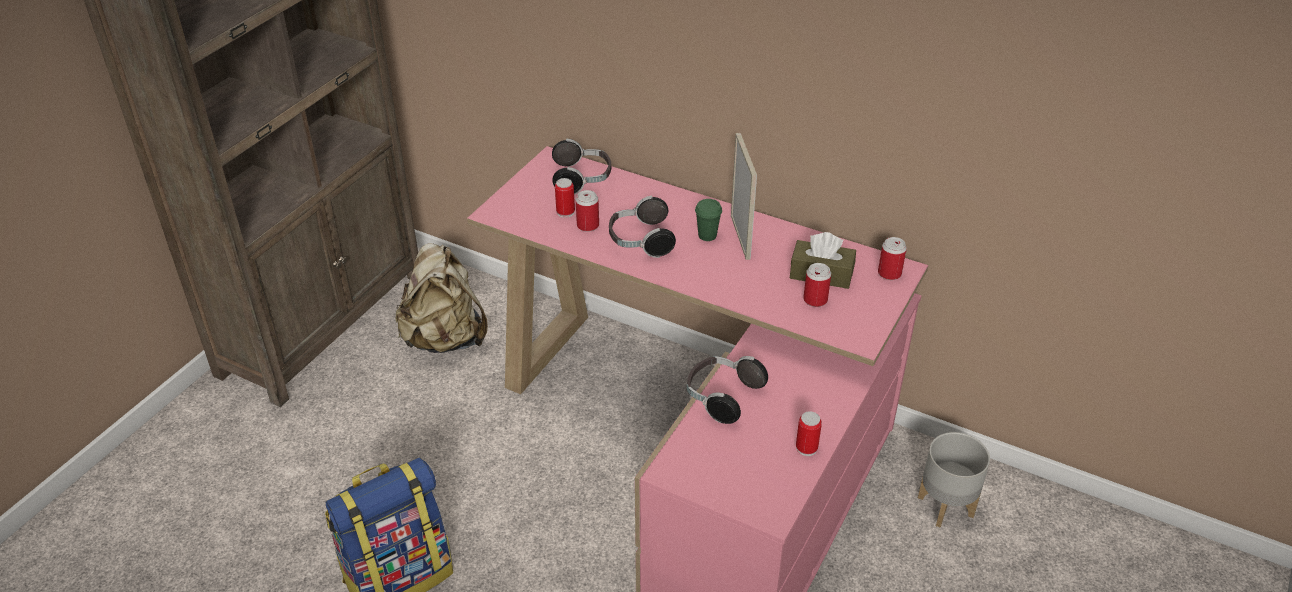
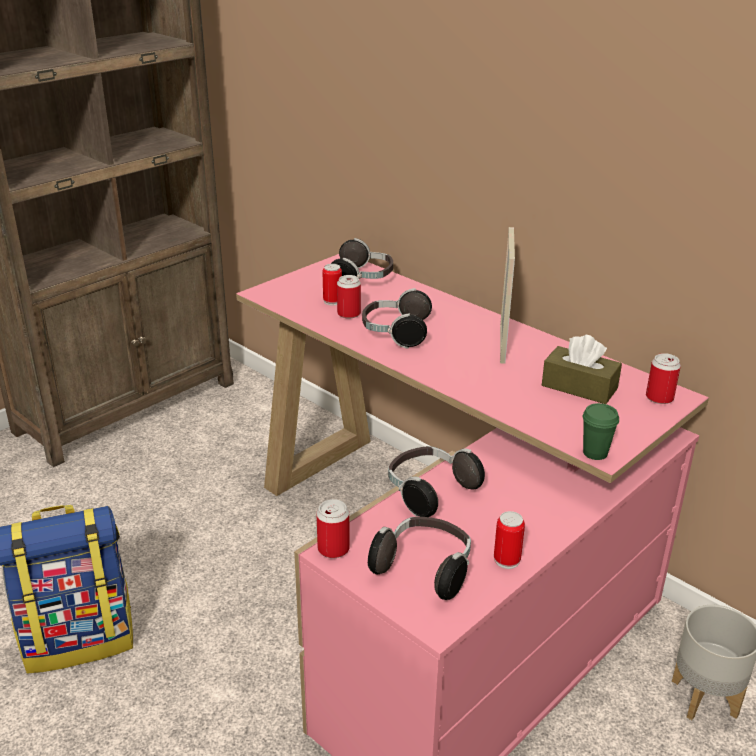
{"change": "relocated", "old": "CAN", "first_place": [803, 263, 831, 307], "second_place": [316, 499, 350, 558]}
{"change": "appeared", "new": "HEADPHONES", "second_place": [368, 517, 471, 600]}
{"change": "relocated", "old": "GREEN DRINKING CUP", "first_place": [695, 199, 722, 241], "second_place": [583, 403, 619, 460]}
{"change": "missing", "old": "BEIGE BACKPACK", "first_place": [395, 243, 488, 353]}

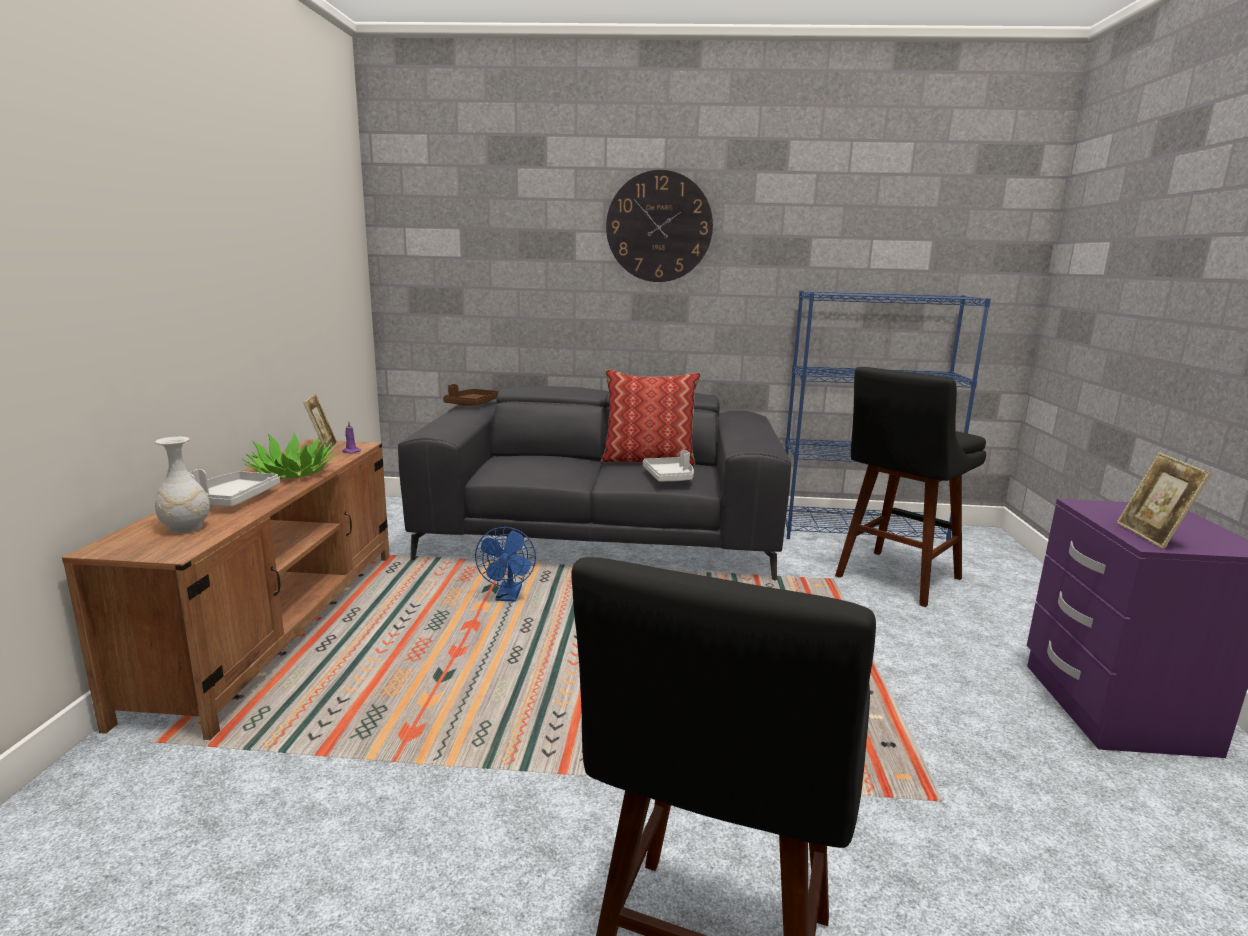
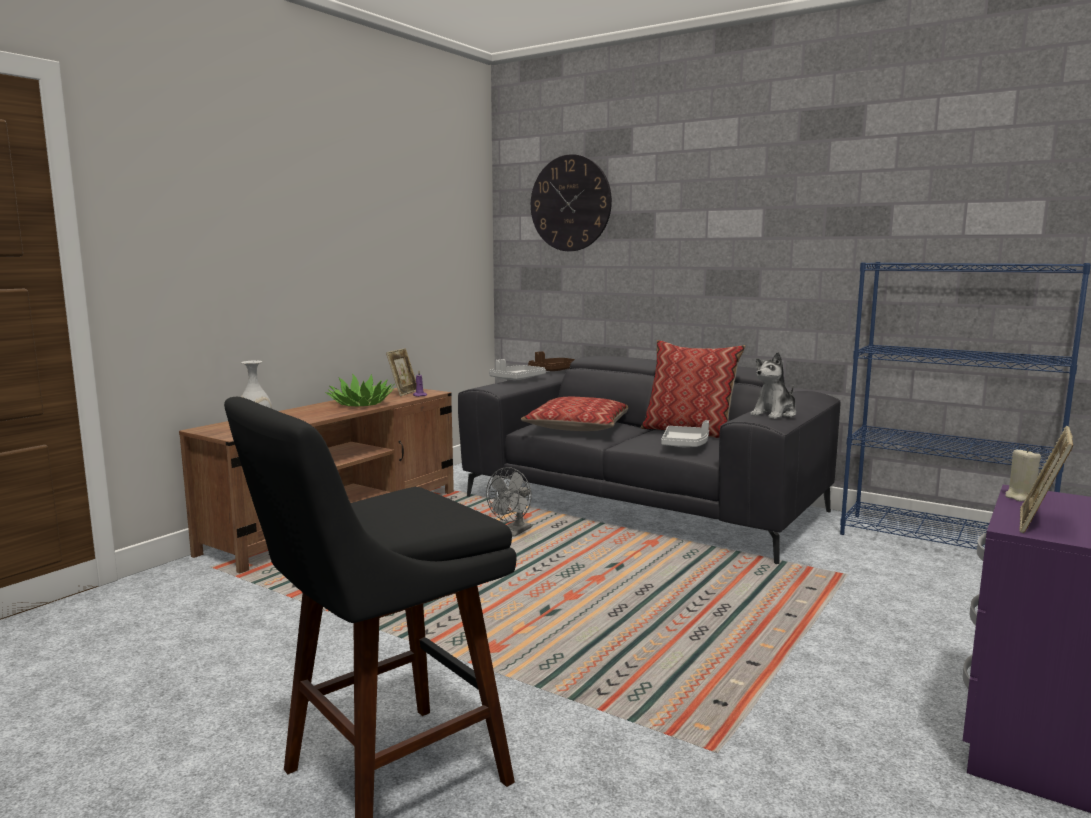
{"change": "colour", "old": "BLUE-COLOURED ELECTRIC FAN", "new": "GRAY ELECTRIC FAN", "first_place": [475, 527, 536, 602], "second_place": [486, 467, 531, 537]}
{"change": "relocated", "old": "GRAY SERVING TRAY", "first_place": [188, 469, 280, 507], "second_place": [489, 359, 546, 380]}
{"change": "appeared", "new": "CUSHION", "second_place": [521, 397, 628, 431]}
{"change": "relocated", "old": "HANGING CLOCK", "first_place": [606, 170, 713, 282], "second_place": [531, 154, 612, 251]}
{"change": "appeared", "new": "CUDDLY TOY", "second_place": [750, 352, 796, 419]}
{"change": "appeared", "new": "BEIGE CANDLE", "second_place": [1005, 448, 1041, 502]}
{"change": "missing", "old": "BLACK-COLOURED STOOL SEAT", "first_place": [835, 367, 986, 607]}

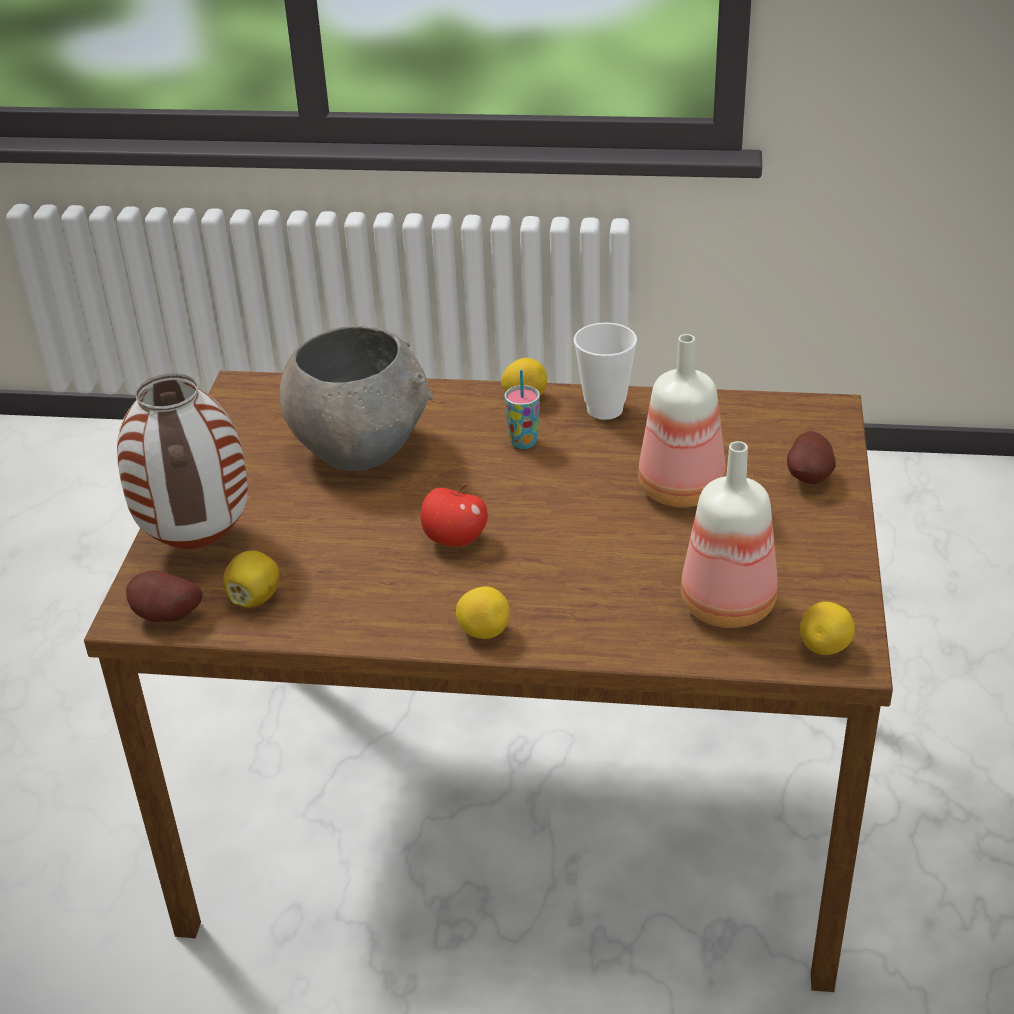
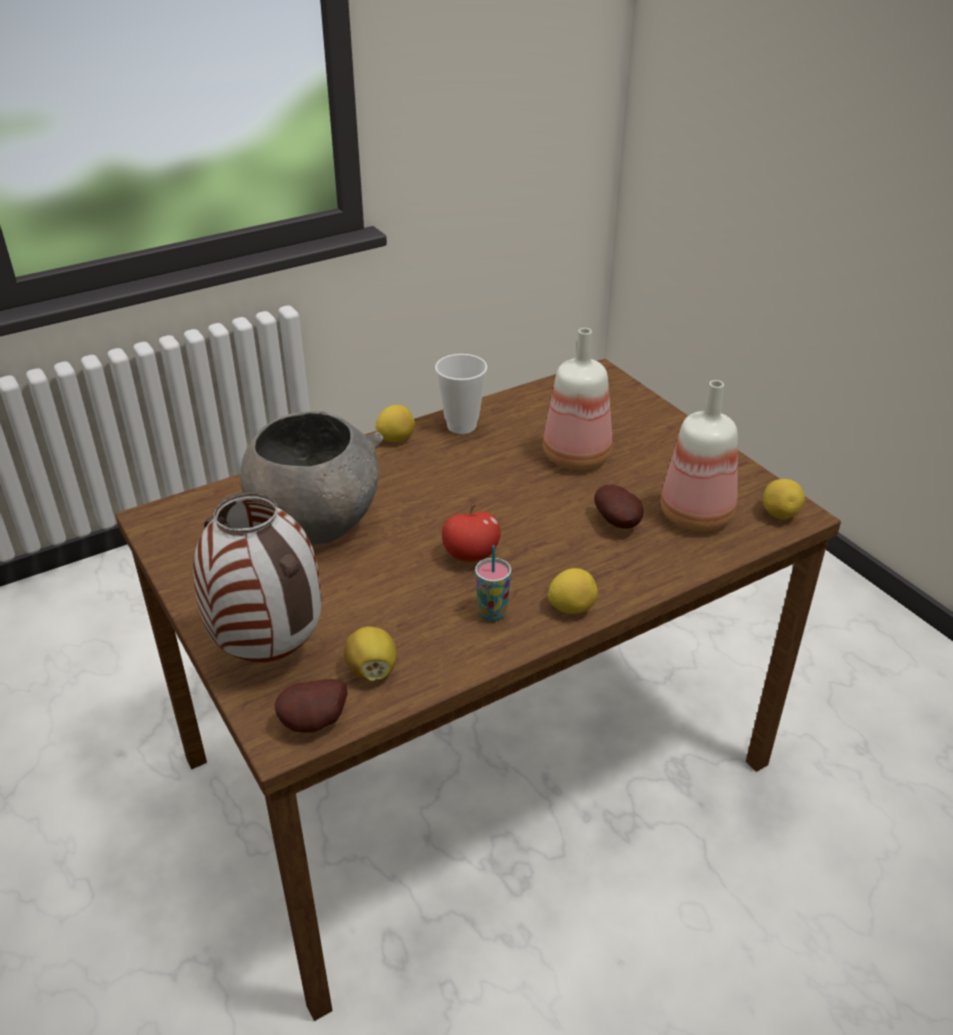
{"change": "relocated", "old": "DRINKING CUP", "first_place": [504, 370, 540, 449], "second_place": [475, 546, 511, 621]}
{"change": "relocated", "old": "POTATO", "first_place": [787, 431, 836, 484], "second_place": [594, 485, 643, 529]}

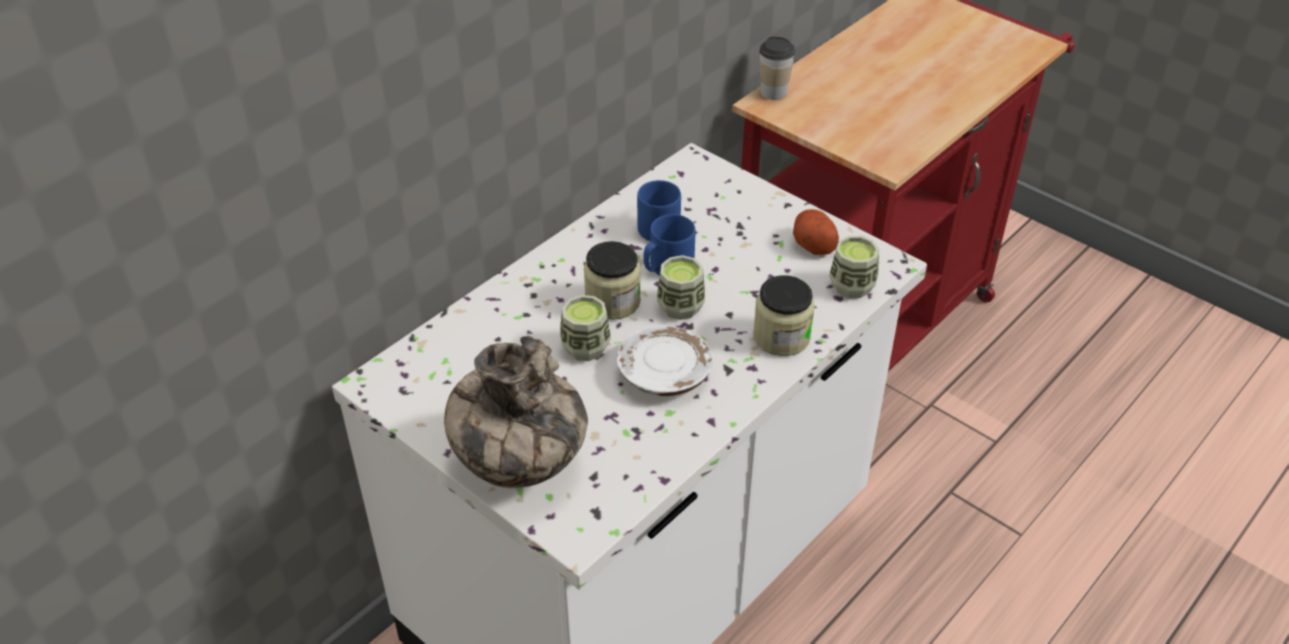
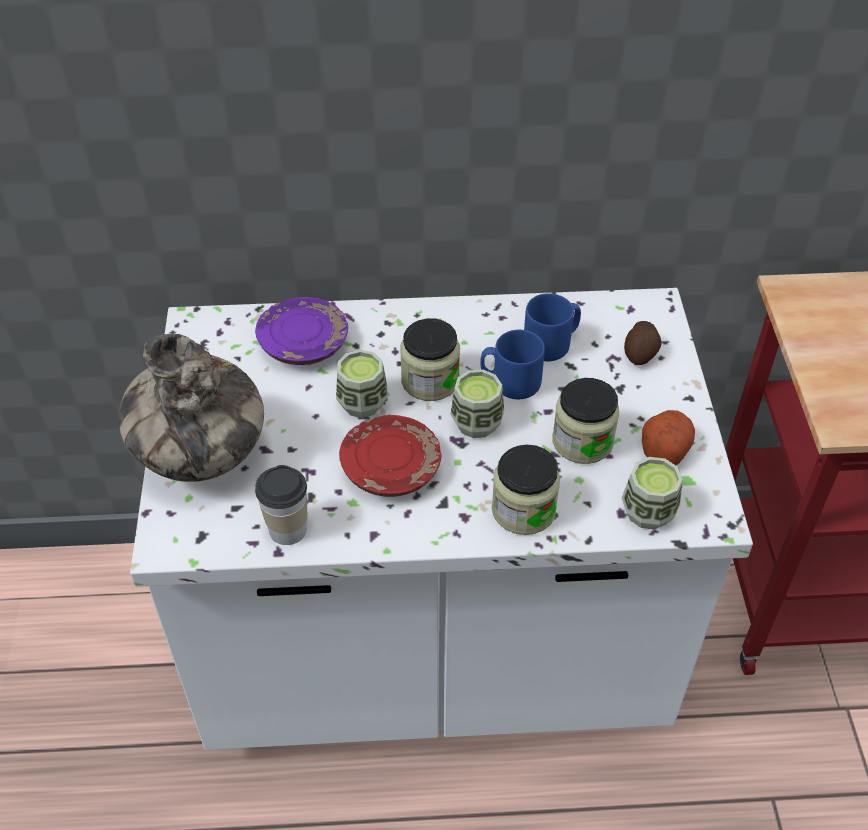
{"change": "appeared", "new": "PURPLE PLATE", "second_place": [255, 297, 348, 365]}
{"change": "relocated", "old": "DRINKING CUP", "first_place": [759, 36, 795, 100], "second_place": [255, 465, 307, 545]}
{"change": "colour", "old": "WHITE-COLOURED PLATE", "new": "RED PLATE", "first_place": [617, 325, 713, 396], "second_place": [339, 415, 442, 497]}
{"change": "appeared", "new": "STORAGE JAR", "second_place": [553, 378, 619, 464]}
{"change": "appeared", "new": "POTATO", "second_place": [624, 321, 662, 365]}

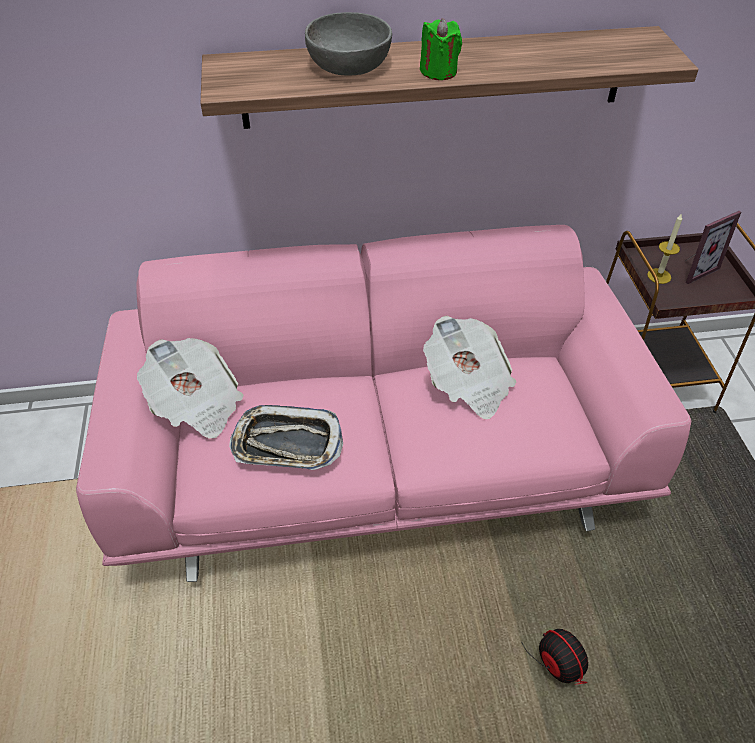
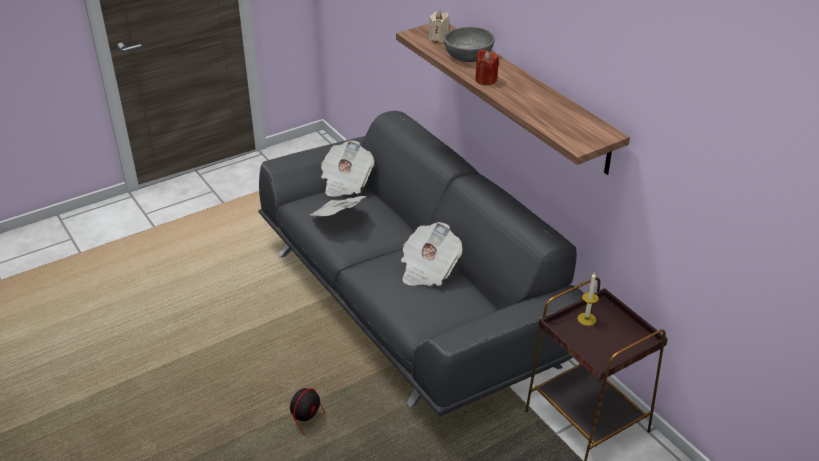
{"change": "colour", "old": "PINK COUCH", "new": "GRAY COUCH", "first_place": [76, 225, 691, 582], "second_place": [258, 111, 584, 416]}
{"change": "exchanged", "old": "SERVING TRAY", "new": "DAILY PAPER", "first_place": [229, 405, 343, 470], "second_place": [309, 196, 367, 216]}
{"change": "appeared", "new": "BEIGE CANDLE", "second_place": [429, 11, 449, 43]}
{"change": "colour", "old": "GREEN CANDLE", "new": "RED CANDLE", "first_place": [420, 18, 462, 80], "second_place": [475, 49, 499, 85]}
{"change": "missing", "old": "PICTURE FRAME", "first_place": [685, 211, 741, 284]}

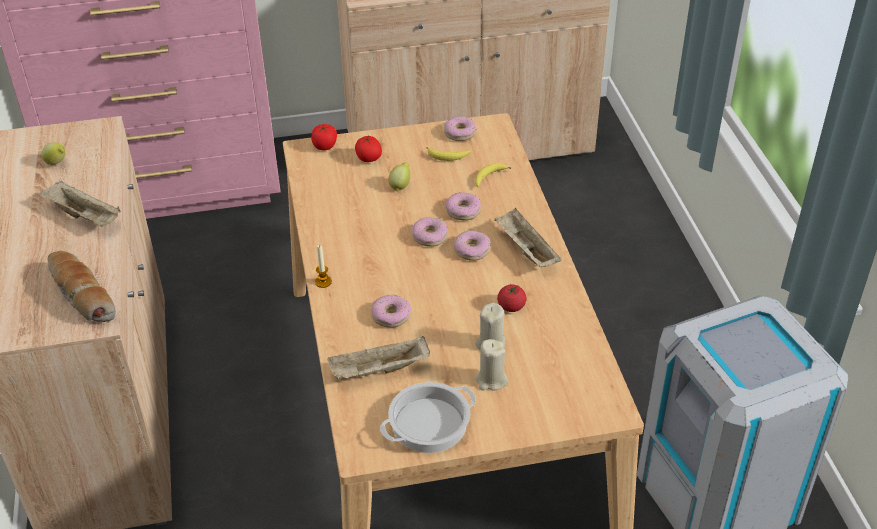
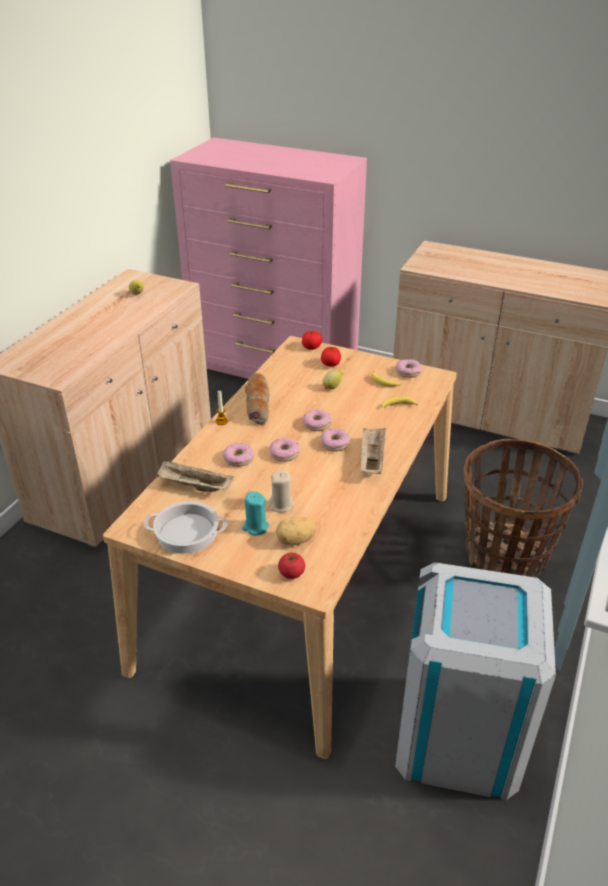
{"change": "colour", "old": "BEIGE CANDLE", "new": "TURQUOISE CANDLE", "first_place": [475, 339, 508, 391], "second_place": [242, 491, 269, 535]}
{"change": "relocated", "old": "BAKED BREAD", "first_place": [47, 251, 116, 322], "second_place": [245, 373, 269, 425]}
{"change": "relocated", "old": "DONUT", "first_place": [446, 192, 481, 221], "second_place": [269, 438, 300, 462]}
{"change": "appeared", "new": "POTATO", "second_place": [276, 517, 317, 546]}
{"change": "relocated", "old": "WHOLE TOMATO", "first_place": [497, 284, 526, 312], "second_place": [278, 553, 305, 579]}
{"change": "appeared", "new": "BASKET", "second_place": [463, 439, 583, 577]}
{"change": "missing", "old": "BEIGE SERVING TRAY", "first_place": [41, 181, 121, 227]}

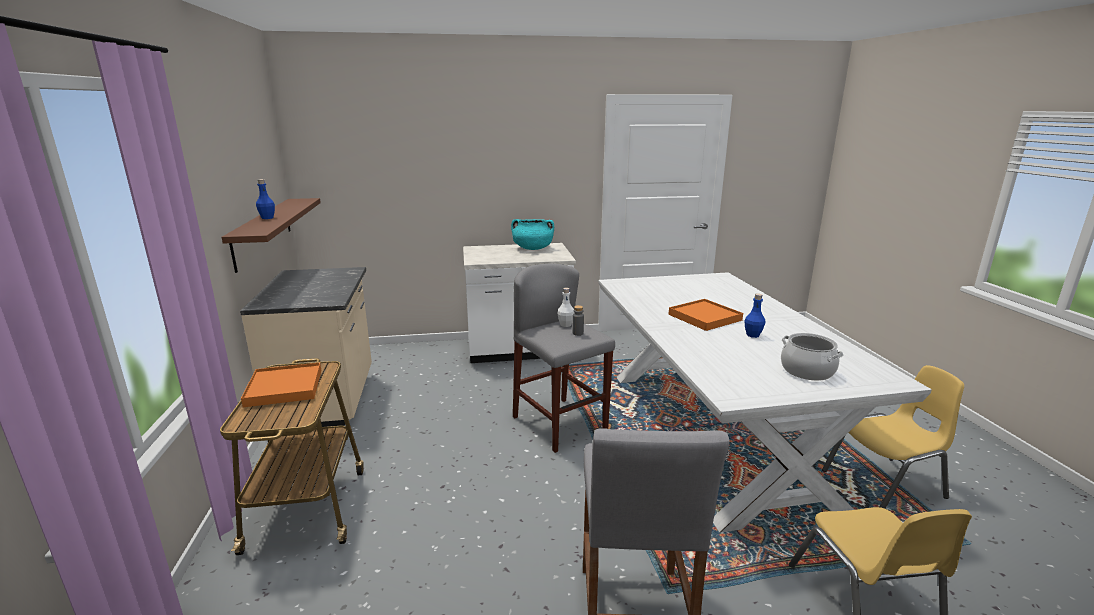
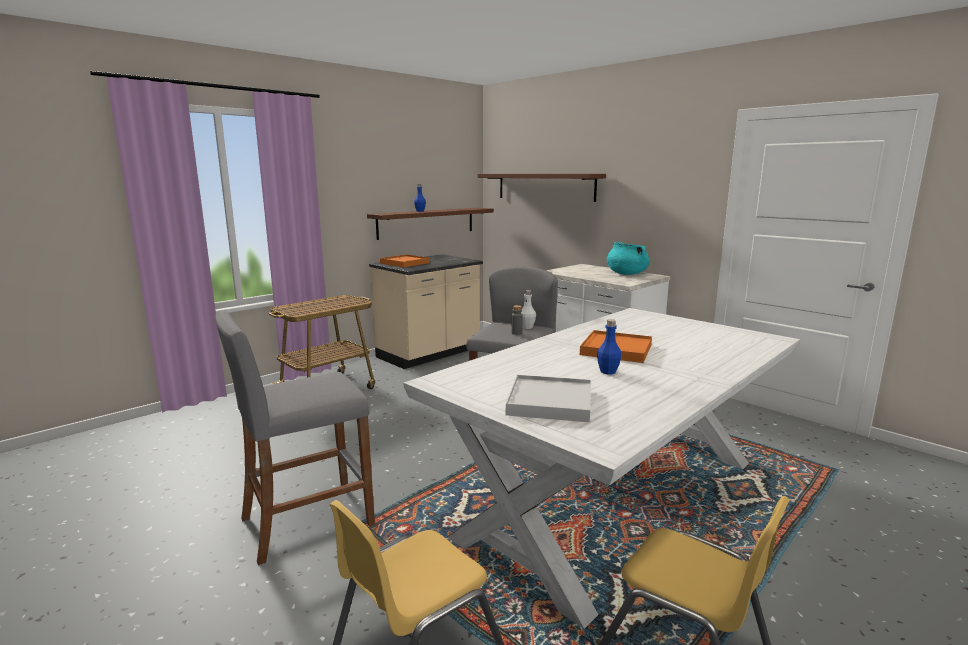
{"change": "relocated", "old": "ORANGE-COLOURED SERVING TRAY", "first_place": [241, 362, 321, 407], "second_place": [380, 254, 430, 267]}
{"change": "appeared", "new": "BROWN SHELF", "second_place": [478, 174, 606, 202]}
{"change": "exchanged", "old": "STOCKPOT", "new": "WHITE-COLOURED SERVING TRAY", "first_place": [781, 333, 844, 381], "second_place": [506, 375, 591, 422]}

